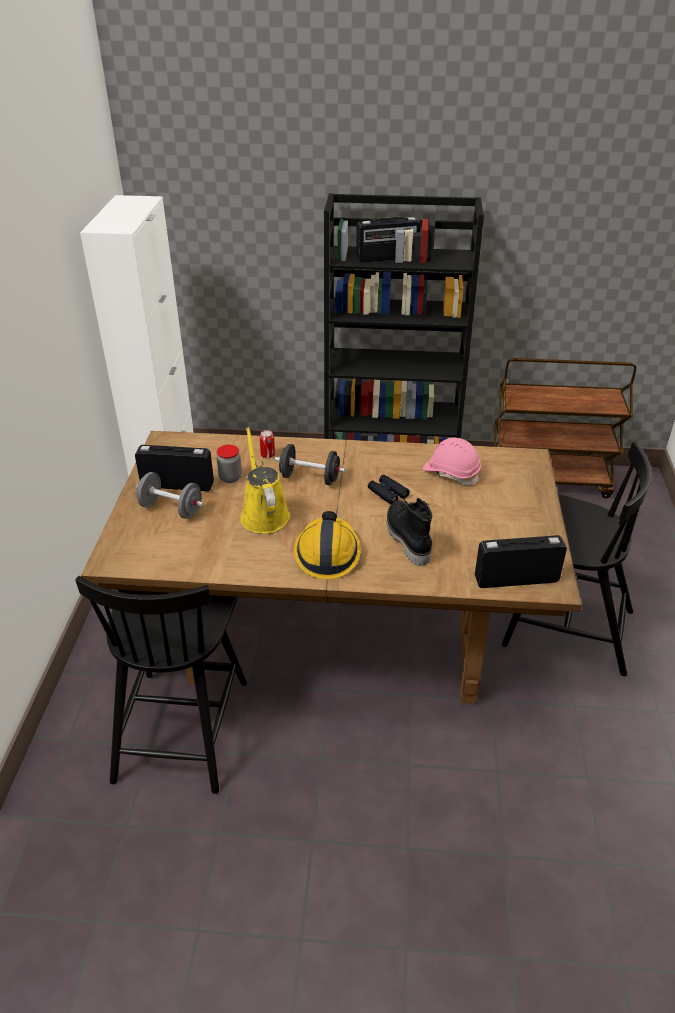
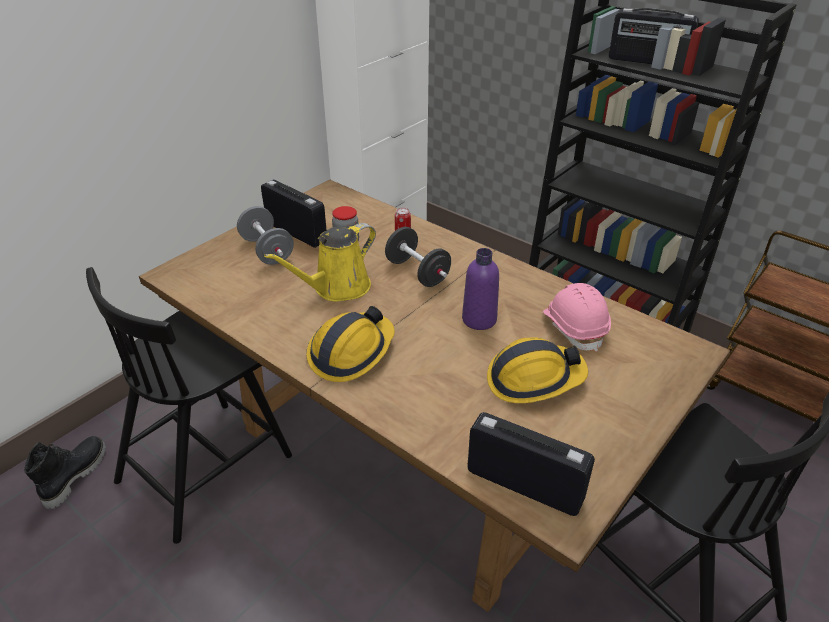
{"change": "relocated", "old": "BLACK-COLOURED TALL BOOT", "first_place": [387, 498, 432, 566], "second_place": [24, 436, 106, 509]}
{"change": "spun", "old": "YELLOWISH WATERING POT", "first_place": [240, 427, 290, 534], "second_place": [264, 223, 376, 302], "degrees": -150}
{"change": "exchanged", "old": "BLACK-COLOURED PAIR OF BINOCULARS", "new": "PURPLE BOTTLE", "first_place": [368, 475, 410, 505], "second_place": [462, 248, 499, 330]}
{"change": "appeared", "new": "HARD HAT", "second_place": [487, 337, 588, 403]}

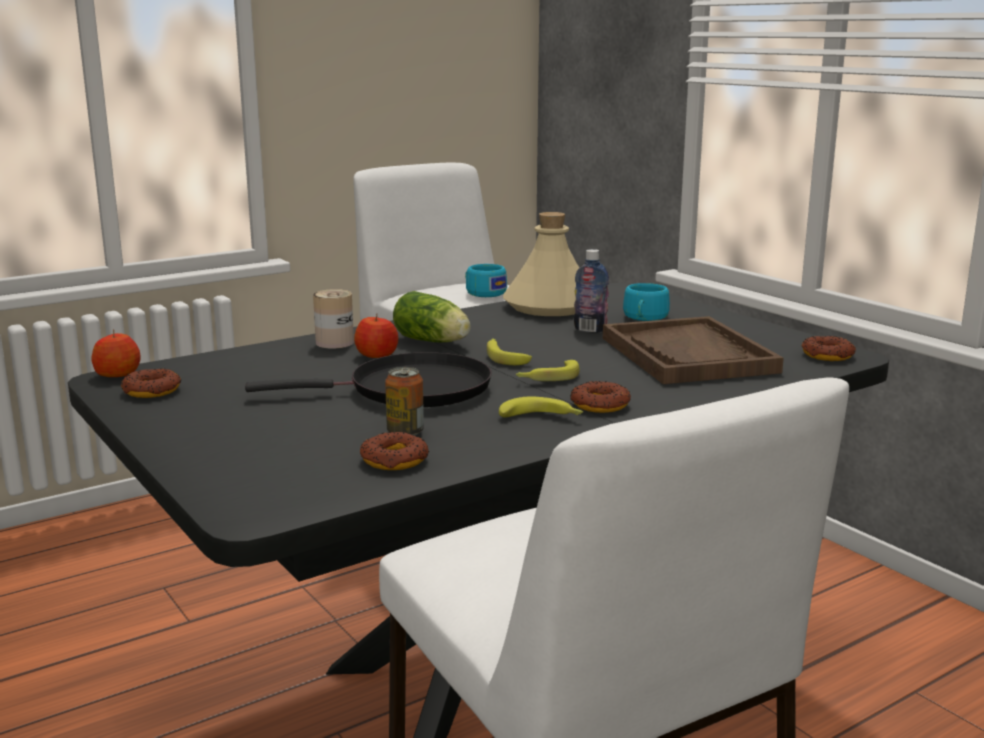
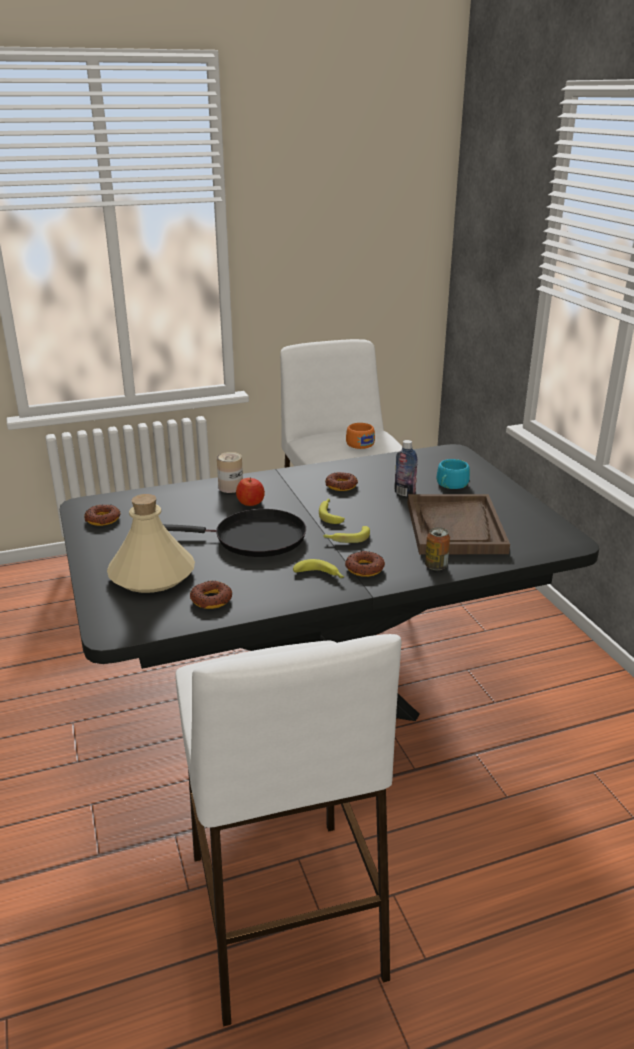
{"change": "relocated", "old": "BEIGE BOTTLE", "first_place": [503, 212, 579, 316], "second_place": [107, 494, 195, 593]}
{"change": "relocated", "old": "DONUT", "first_place": [801, 336, 856, 361], "second_place": [325, 472, 358, 491]}
{"change": "colour", "old": "TURQUOISE DRINKING CUP", "new": "ORANGE-COLOURED DRINKING CUP", "first_place": [465, 264, 507, 297], "second_place": [346, 423, 375, 449]}
{"change": "relocated", "old": "CAN", "first_place": [385, 367, 424, 435], "second_place": [425, 527, 450, 570]}
{"change": "missing", "old": "WHOLE APPLE", "first_place": [92, 329, 140, 377]}
{"change": "missing", "old": "LETTUCE", "first_place": [393, 291, 471, 342]}

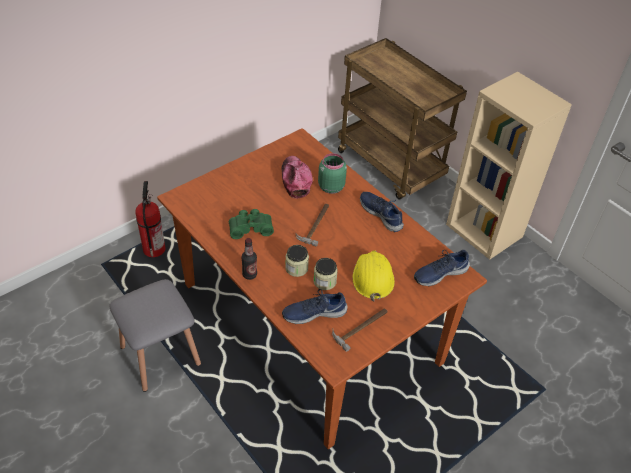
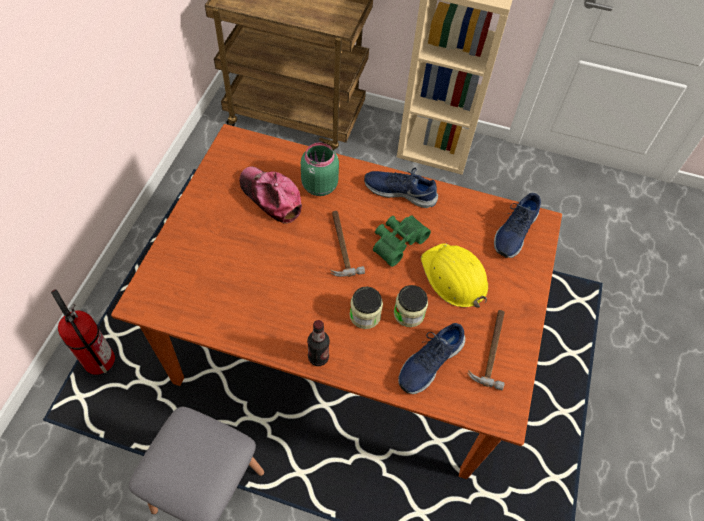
{"change": "relocated", "old": "GREEN PAIR OF BINOCULARS", "first_place": [229, 209, 274, 239], "second_place": [373, 216, 431, 267]}

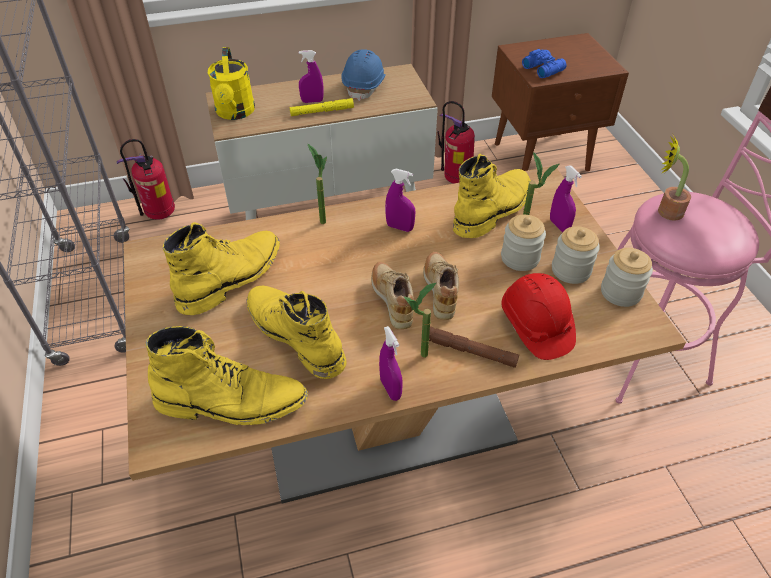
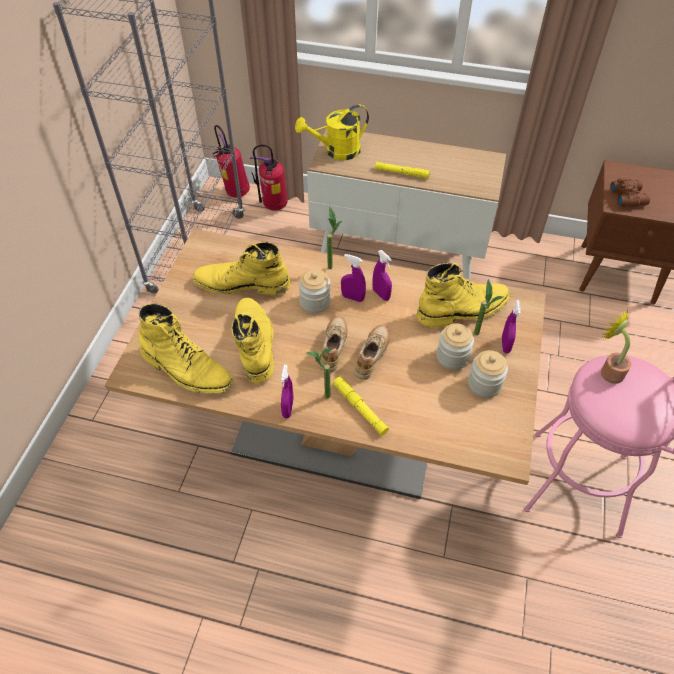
{"change": "spun", "old": "YELLOWISH TALL BOOT", "first_place": [163, 222, 280, 315], "second_place": [193, 242, 291, 295], "degrees": -150}
{"change": "relocated", "old": "FIRE-FIGHTING CYLINDER", "first_place": [437, 101, 475, 184], "second_place": [212, 125, 250, 198]}
{"change": "spun", "old": "YELLOWISH WATERING POT", "first_place": [207, 47, 255, 120], "second_place": [295, 105, 369, 160], "degrees": 45}
{"change": "relocated", "old": "STORAGE JAR", "first_place": [601, 248, 653, 307], "second_place": [298, 269, 331, 313]}
{"change": "colour", "old": "BROWN FLASHLIGHT", "new": "YELLOWISH FLASHLIGHT", "first_place": [429, 326, 519, 368], "second_place": [333, 377, 389, 436]}
{"change": "relocated", "old": "PURPLE SPRAY BOTTLE", "first_place": [299, 50, 324, 103], "second_place": [341, 254, 366, 302]}
{"change": "colour", "old": "BLUE-COLOURED PAIR OF BINOCULARS", "new": "BROWN PAIR OF BINOCULARS", "first_place": [522, 49, 567, 78], "second_place": [610, 178, 650, 207]}
{"change": "missing", "old": "BLUE-COLOURED HARD HAT", "first_place": [341, 49, 386, 101]}
{"change": "missing", "old": "RED HARD HAT", "first_place": [502, 273, 576, 360]}

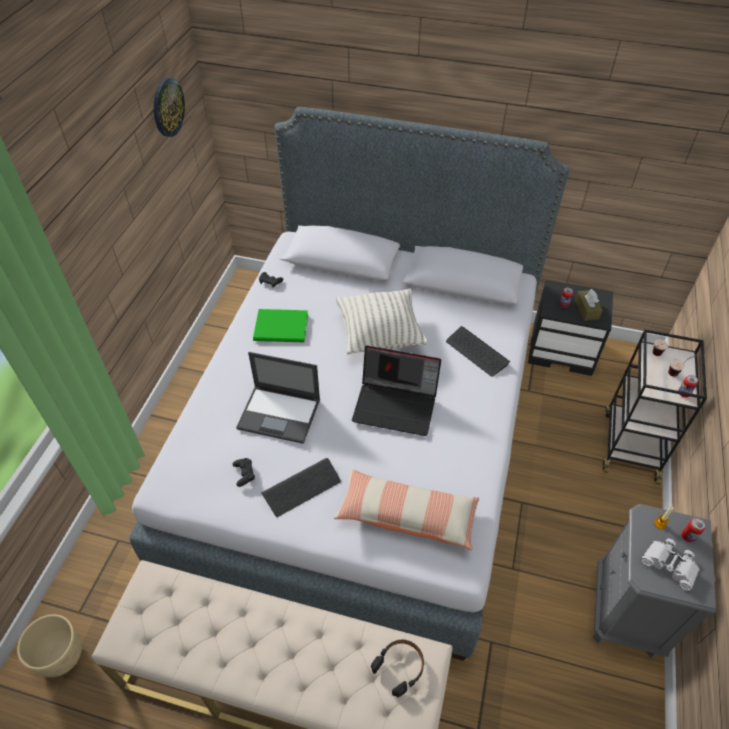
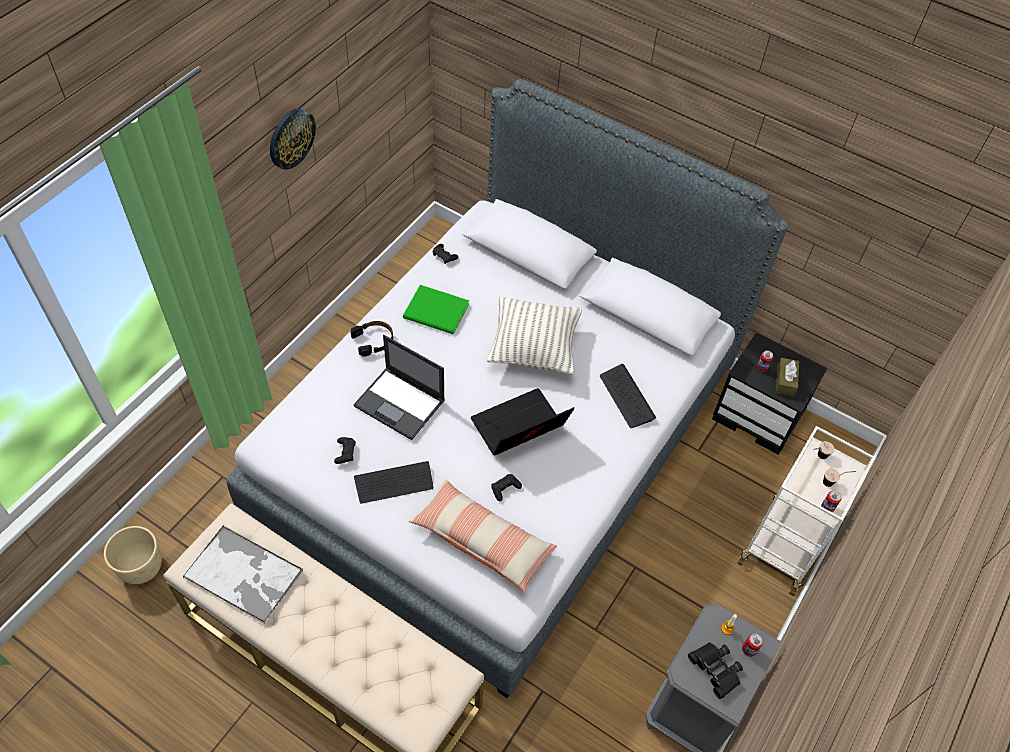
{"change": "appeared", "new": "SERVING TRAY", "second_place": [183, 525, 303, 624]}
{"change": "relocated", "old": "HANGING CLOCK", "first_place": [154, 78, 185, 137], "second_place": [270, 108, 316, 170]}
{"change": "relocated", "old": "BLACK-COLOURED HEADPHONES", "first_place": [371, 640, 424, 697], "second_place": [351, 321, 393, 357]}
{"change": "spun", "old": "PORTABLE COMPUTER", "first_place": [352, 346, 441, 436], "second_place": [471, 388, 574, 456], "degrees": 120}
{"change": "appeared", "new": "BLACK-COLOURED JOYPAD", "second_place": [491, 474, 522, 501]}
{"change": "colour", "old": "WHITE-COLOURED PAIR OF BINOCULARS", "new": "BLACK-COLOURED PAIR OF BINOCULARS", "first_place": [641, 538, 700, 591], "second_place": [688, 642, 743, 699]}
{"change": "colour", "old": "BLACK-COLOURED CART", "new": "WHITE-COLOURED CART", "first_place": [602, 329, 707, 485], "second_place": [737, 426, 876, 596]}

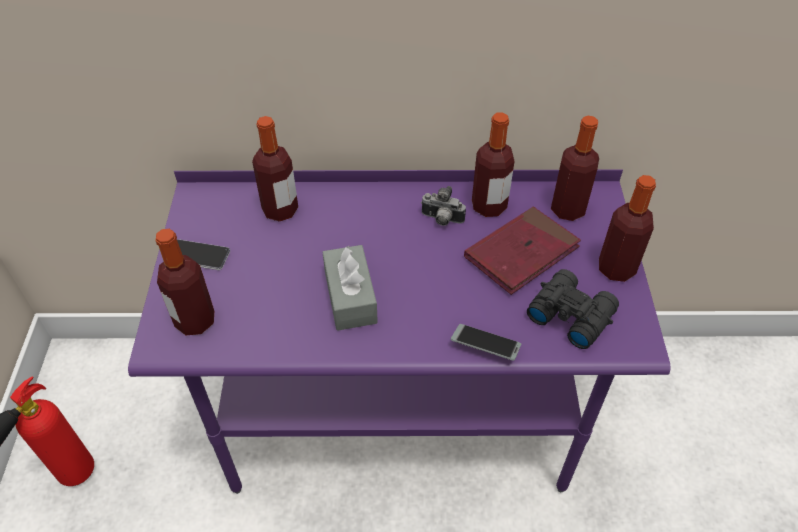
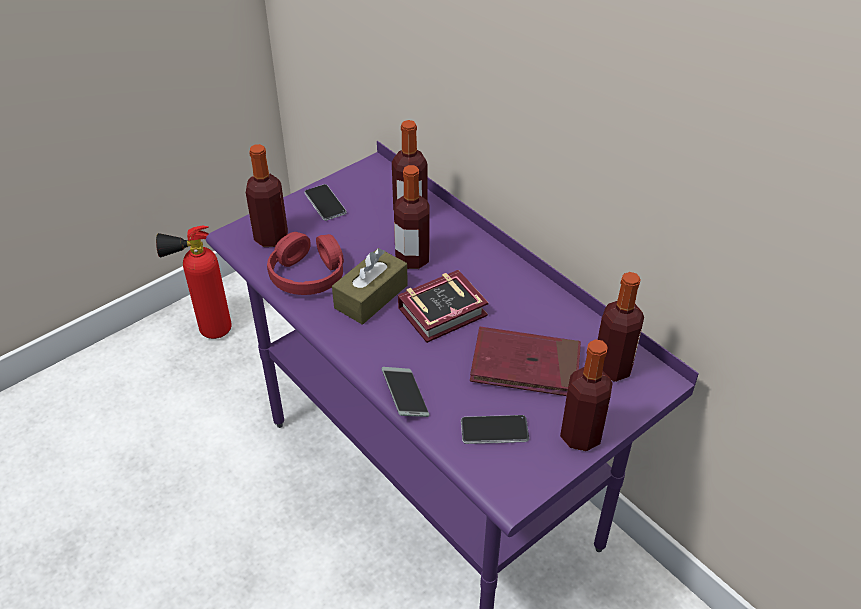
{"change": "appeared", "new": "RED HEADPHONES", "second_place": [267, 232, 344, 295]}
{"change": "colour", "old": "GRAY TISSUE BOX", "new": "BROWN TISSUE BOX", "first_place": [323, 245, 378, 331], "second_place": [332, 248, 408, 325]}
{"change": "relocated", "old": "BOTTLE", "first_place": [472, 112, 515, 217], "second_place": [394, 165, 429, 269]}
{"change": "appeared", "new": "BOOK", "second_place": [398, 270, 489, 343]}
{"change": "exchanged", "old": "BLACK-COLOURED PAIR OF BINOCULARS", "new": "TELEPHONE", "first_place": [527, 269, 619, 349], "second_place": [461, 415, 529, 444]}
{"change": "missing", "old": "STILL CAMERA", "first_place": [421, 186, 466, 226]}

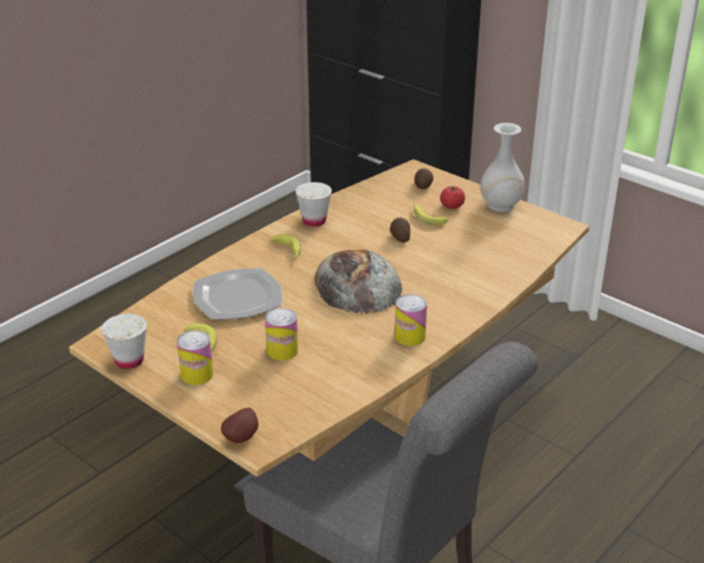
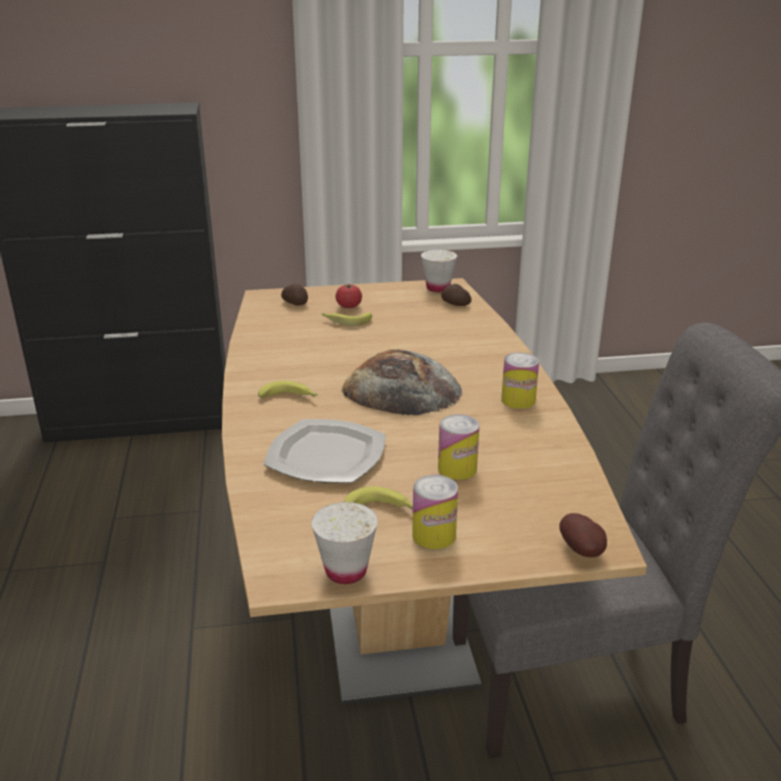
{"change": "relocated", "old": "WHITE-COLOURED DRINKING CUP", "first_place": [295, 182, 332, 227], "second_place": [421, 250, 457, 292]}
{"change": "relocated", "old": "POTATO", "first_place": [390, 217, 410, 242], "second_place": [441, 284, 471, 306]}
{"change": "missing", "old": "WHITE-COLOURED DECORATIVE VASE", "first_place": [480, 123, 524, 212]}

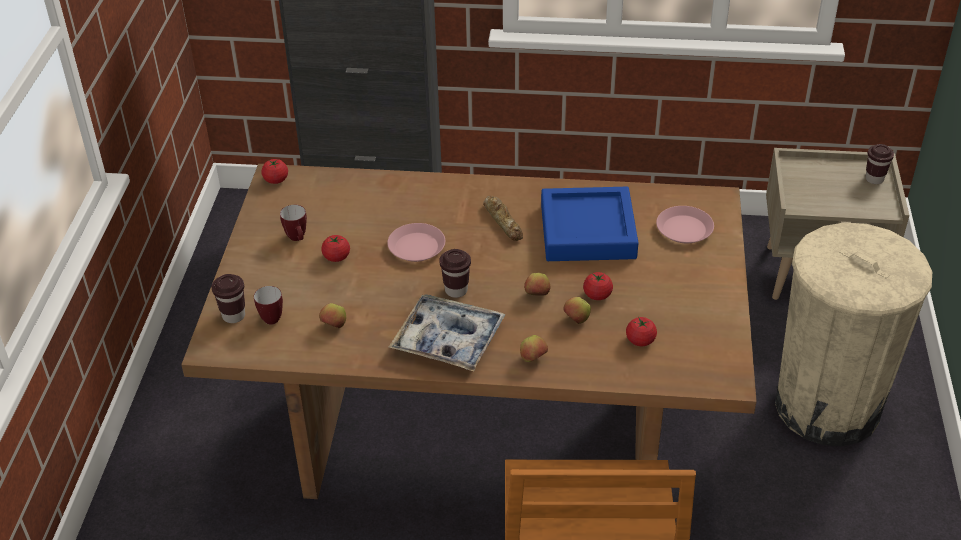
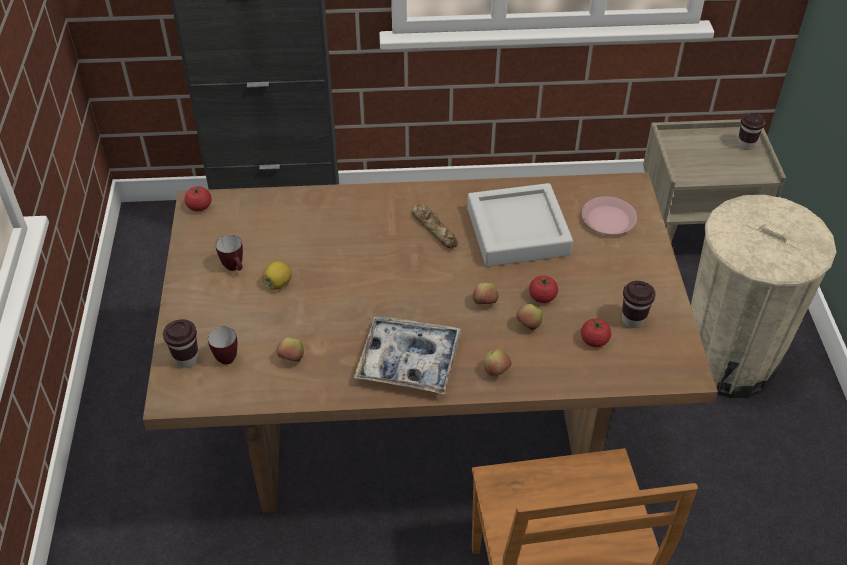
{"change": "exchanged", "old": "WHOLE TOMATO", "new": "WHOLE LEMON", "first_place": [321, 235, 350, 262], "second_place": [263, 261, 291, 290]}
{"change": "colour", "old": "BLUE-COLOURED SERVING TRAY", "new": "GRAY SERVING TRAY", "first_place": [541, 187, 638, 261], "second_place": [467, 183, 573, 267]}
{"change": "relocated", "old": "BROWN DRINKING CUP", "first_place": [439, 249, 471, 298], "second_place": [622, 281, 656, 328]}
{"change": "missing", "old": "PINK PLATE", "first_place": [387, 223, 445, 262]}

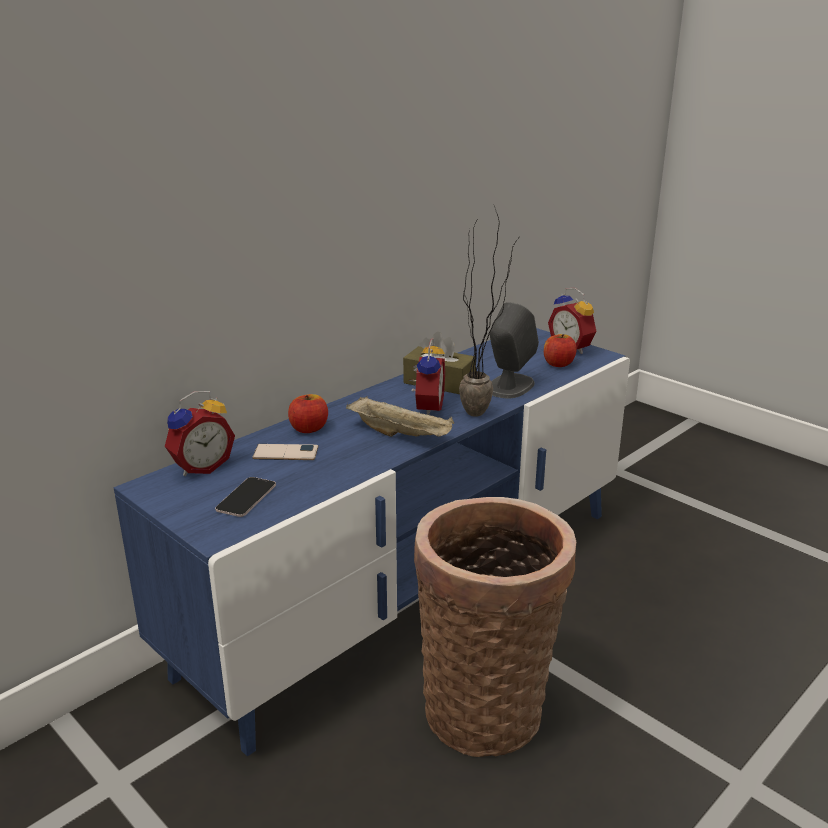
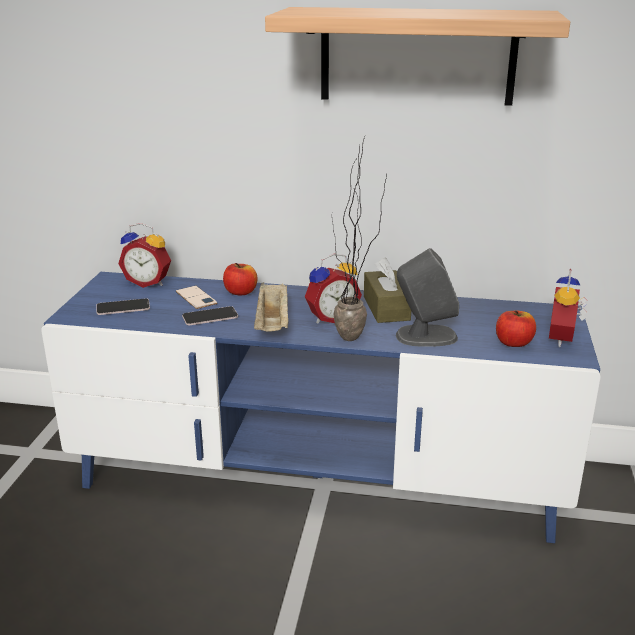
{"change": "appeared", "new": "TELEPHONE", "second_place": [182, 306, 238, 325]}
{"change": "appeared", "new": "SHELF", "second_place": [265, 7, 570, 106]}
{"change": "missing", "old": "BASKET", "first_place": [414, 497, 576, 757]}

